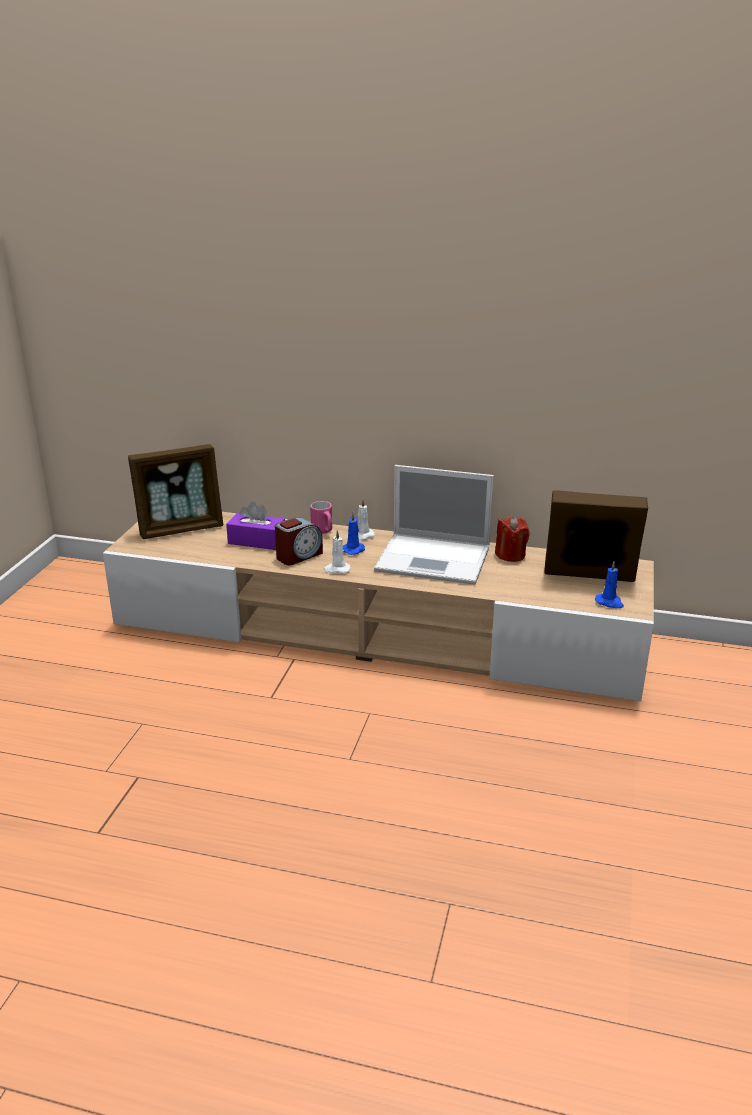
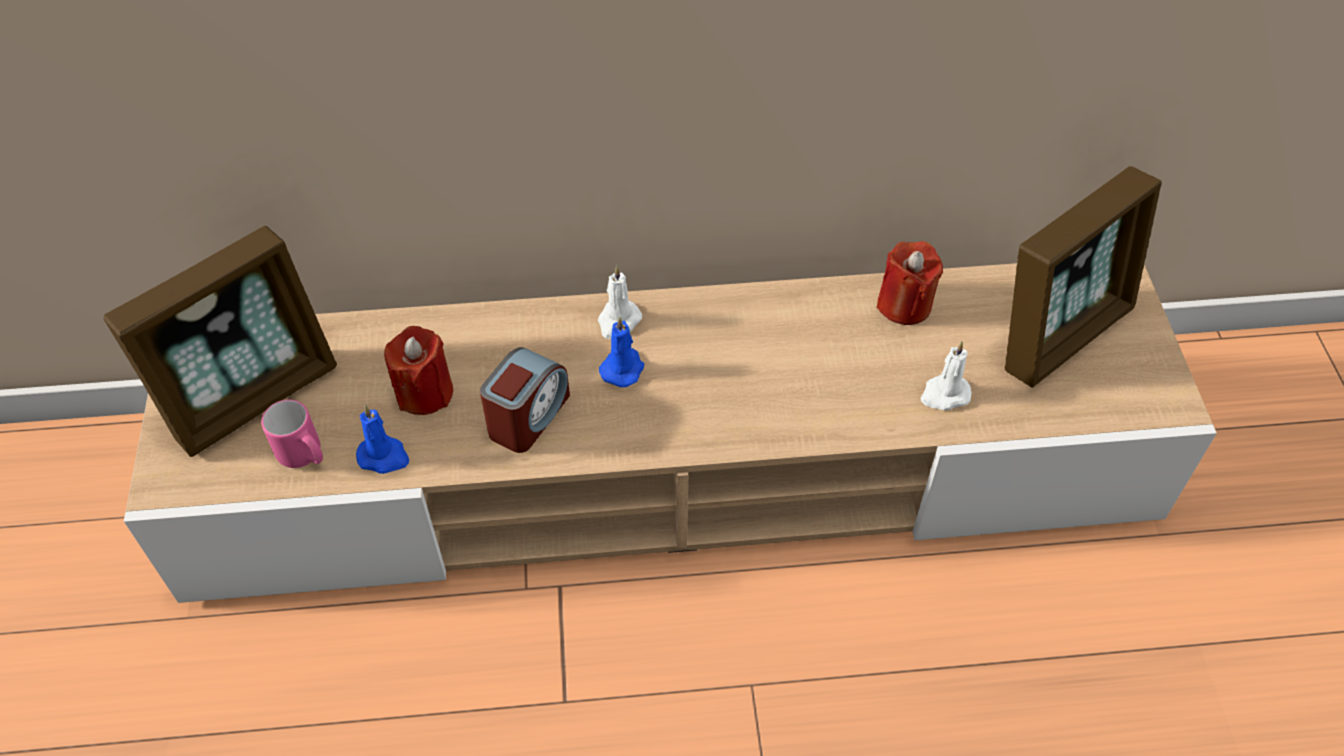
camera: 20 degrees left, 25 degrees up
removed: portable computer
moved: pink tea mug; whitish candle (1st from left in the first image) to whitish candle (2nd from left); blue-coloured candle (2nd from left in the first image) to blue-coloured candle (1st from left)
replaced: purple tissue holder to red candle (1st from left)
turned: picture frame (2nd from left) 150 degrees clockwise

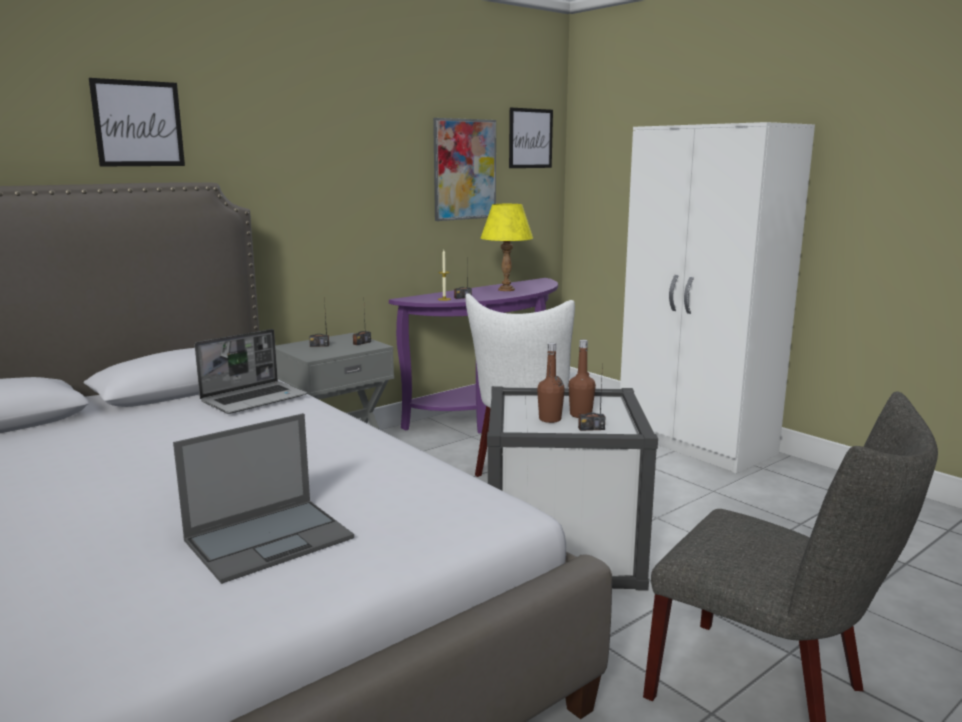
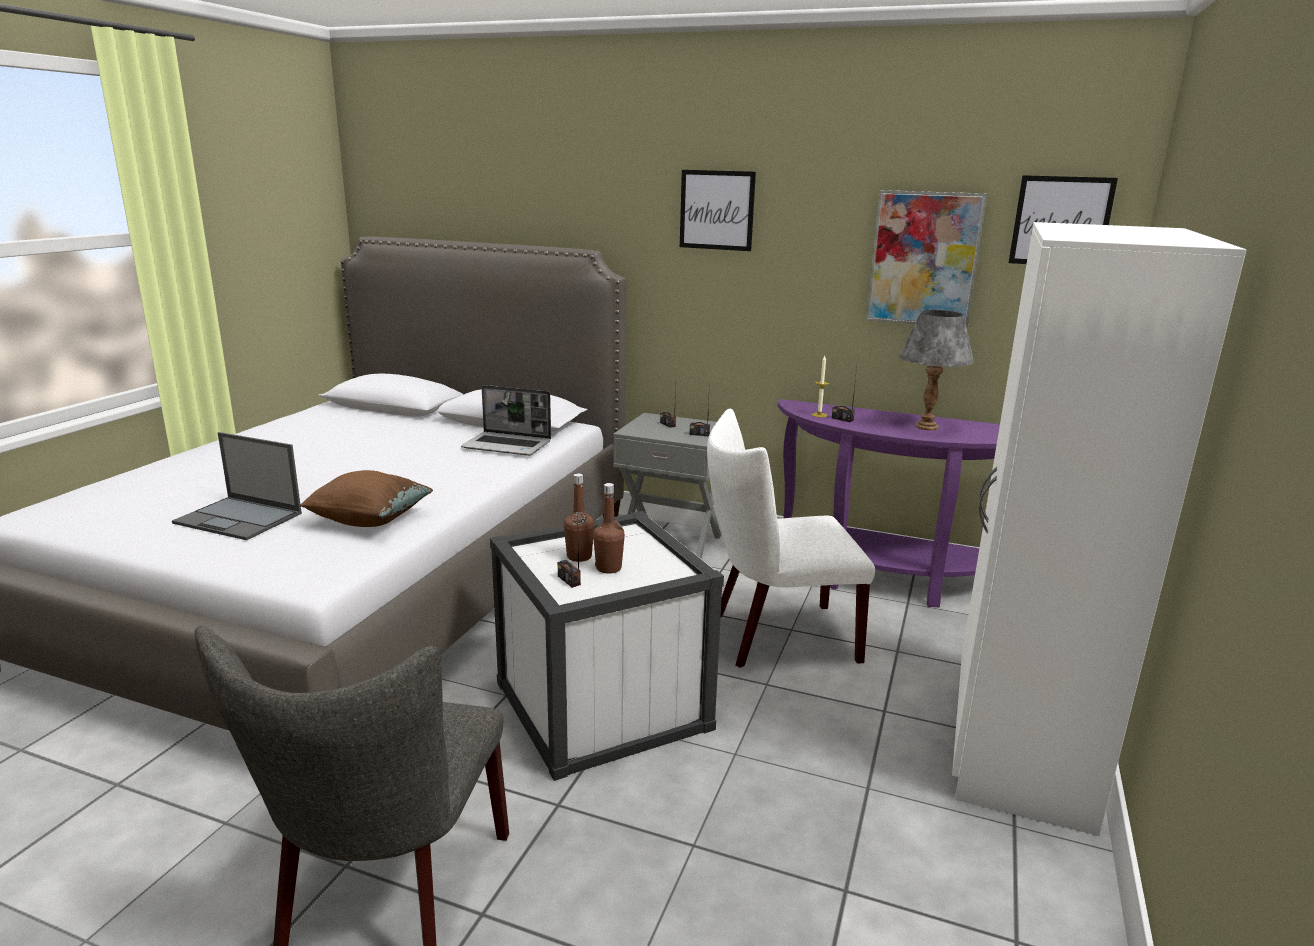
camera: 60 degrees right, 5 degrees up
added: brown cushion
moved: wall art (1st from left)
recoloured: yellow-coloured tabletop lamp to greyish tabletop lamp

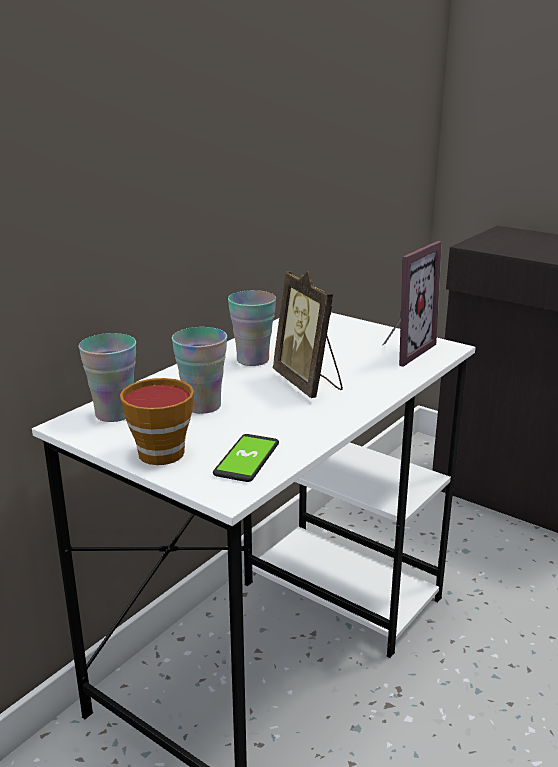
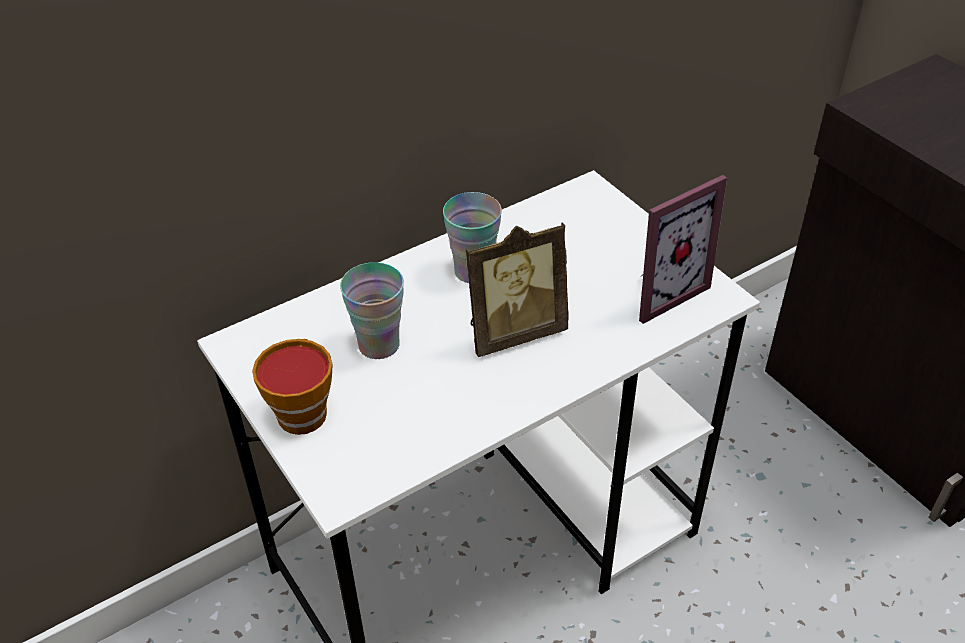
camera: 20 degrees right, 20 degrees up
removed: cup (1st from left); handset
turned: picture frame (1st from left) 105 degrees counterclockwise

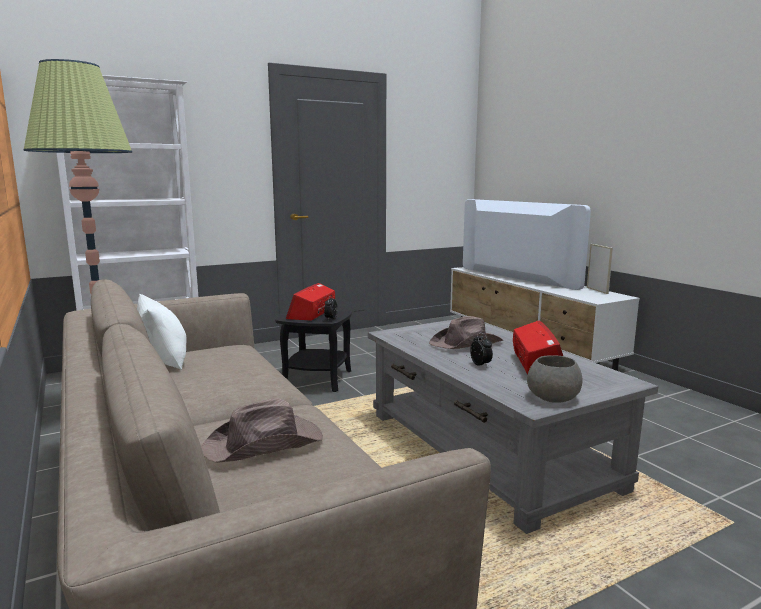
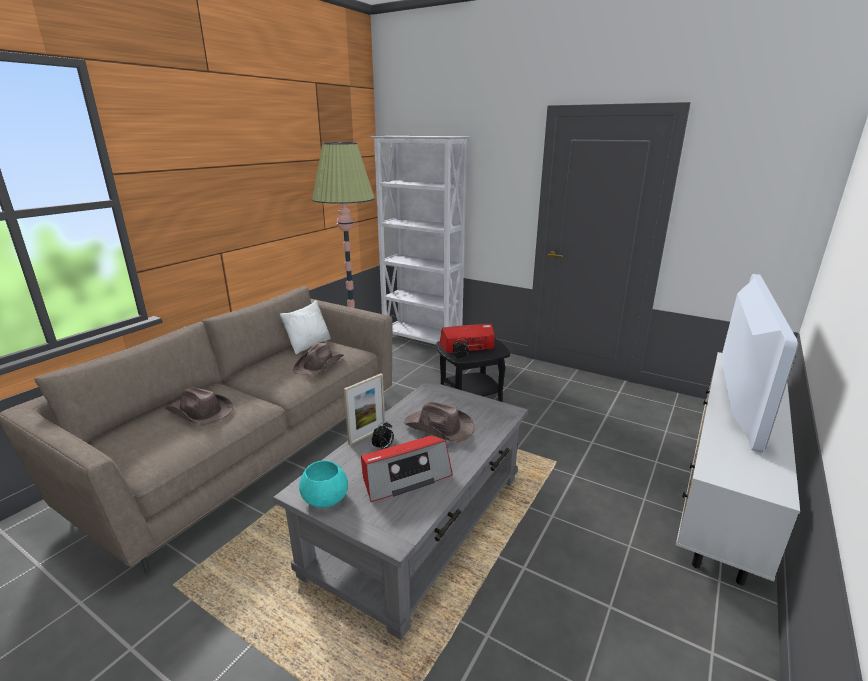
camera: 60 degrees right, 10 degrees up
added: brown wearable hat (2nd from left)
moved: picture frame
recoloured: greyish bowl to blue-green bowl

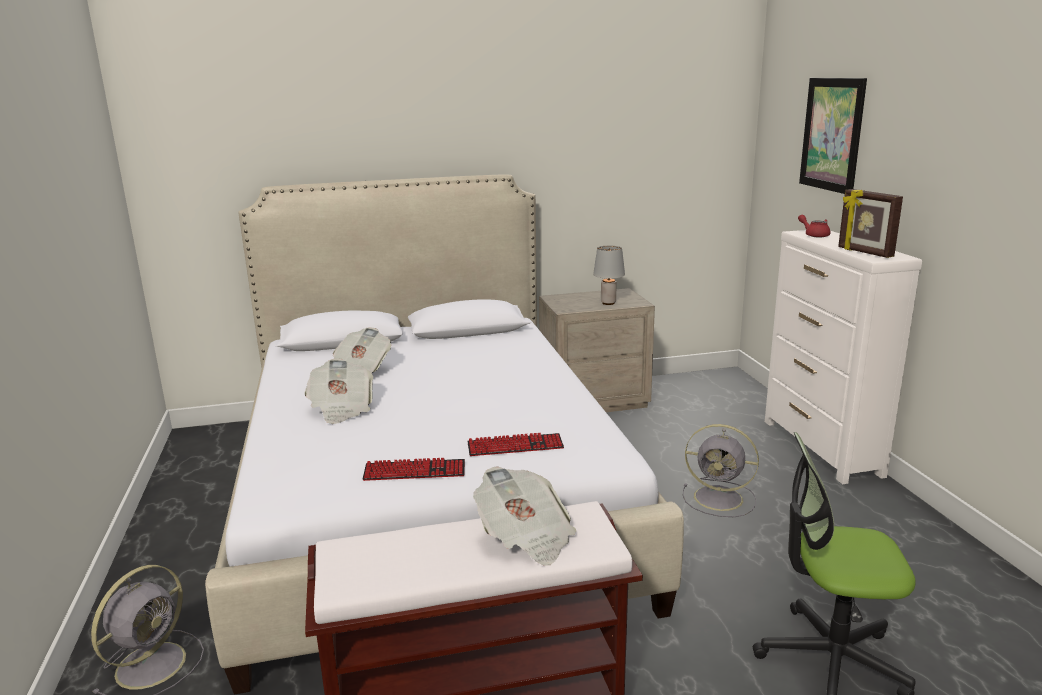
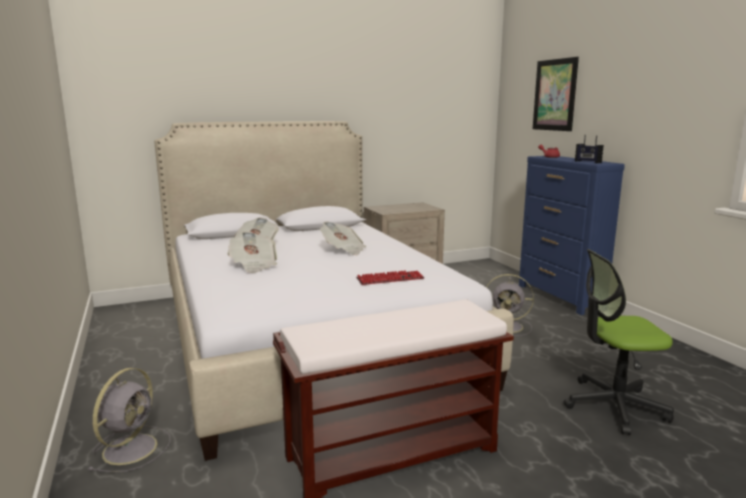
camera: 10 degrees left, 5 degrees down
removed: keyboard (1st from left); greyish tabletop lamp
moved: daily paper (3rd from left)
replaced: picture frame to radio
recoloured: whitish dresser to blue-coloured dresser

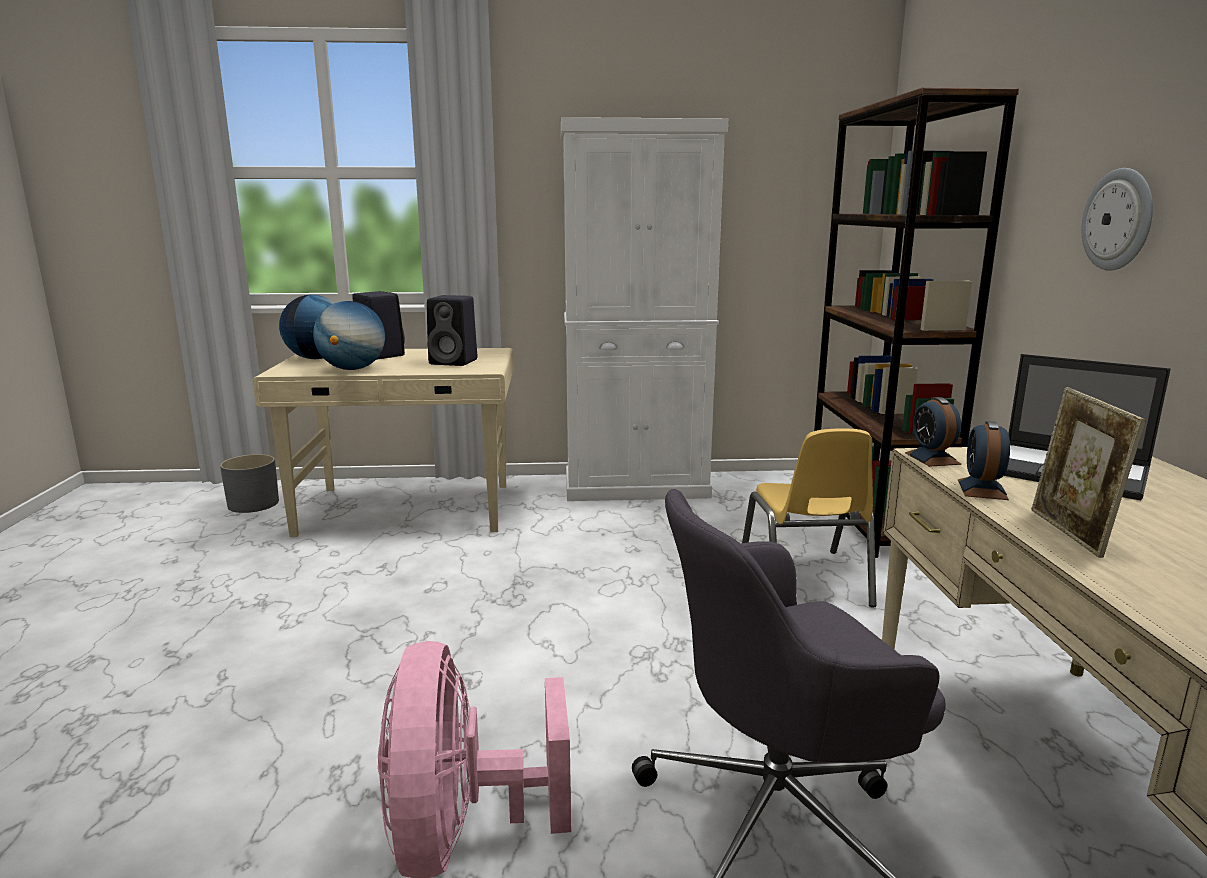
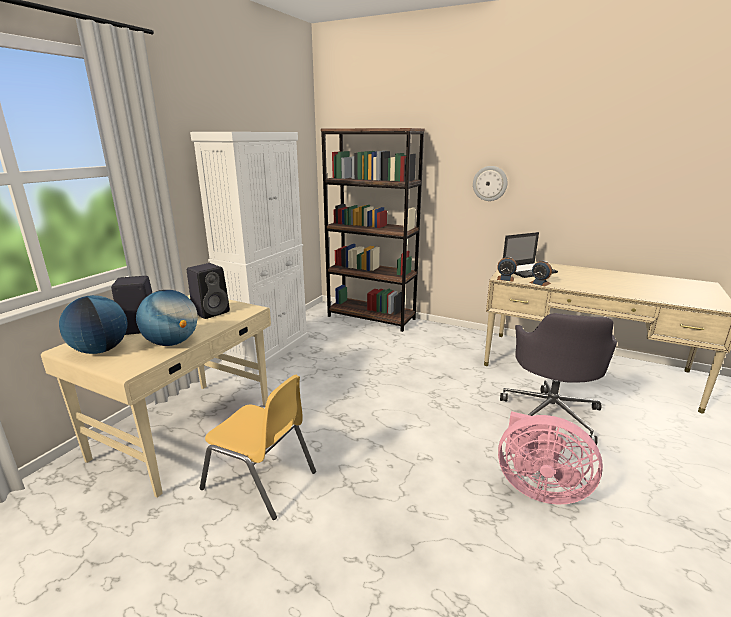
camera: 60 degrees left, 5 degrees up
removed: greyish flower pot; picture frame
moved: yellow-coloured plain chair

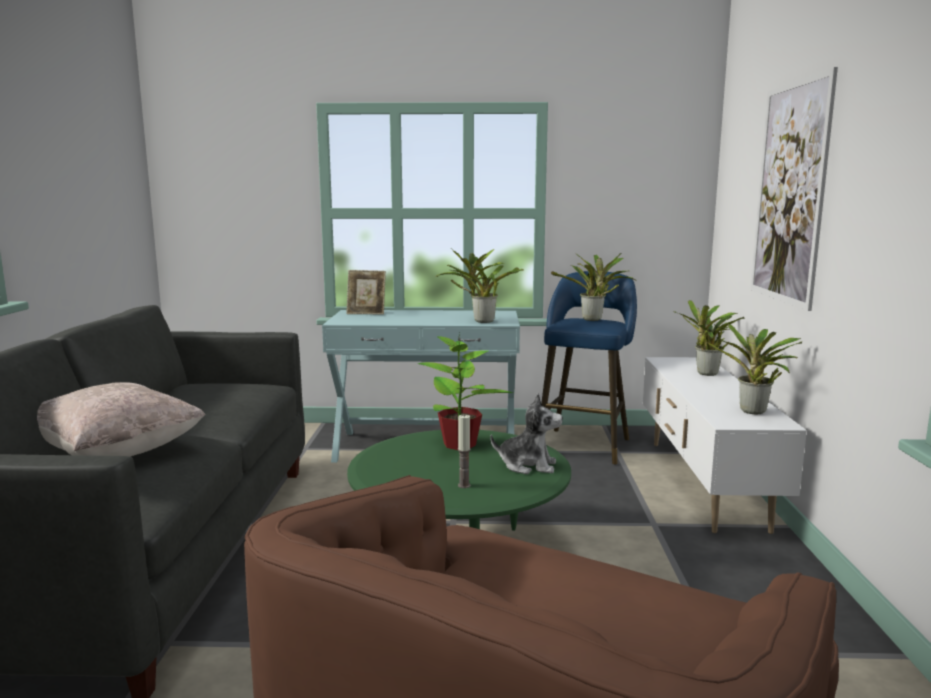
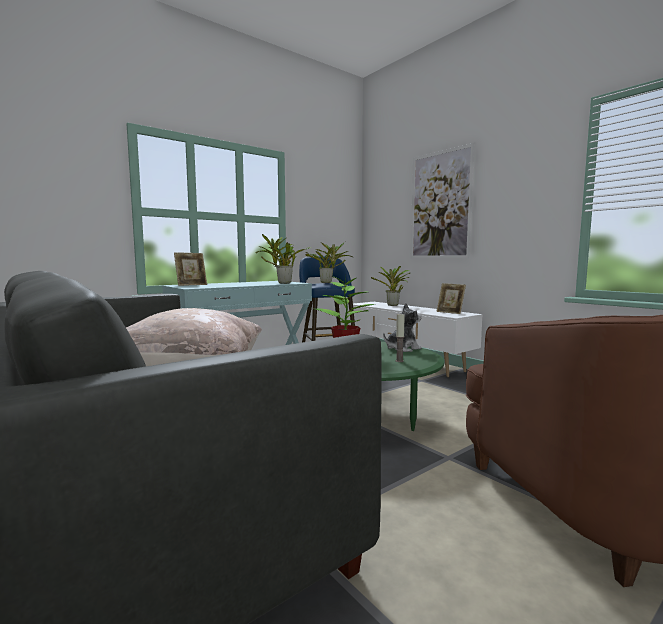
camera: 40 degrees left, 5 degrees down
replaced: plant in a pot (5th from left) to picture frame (2nd from left)

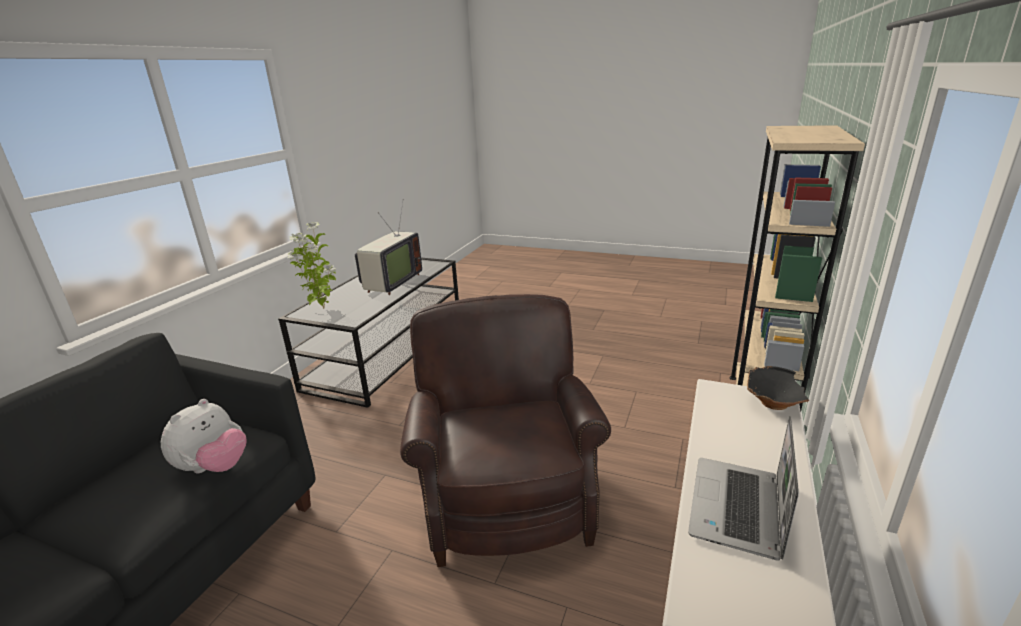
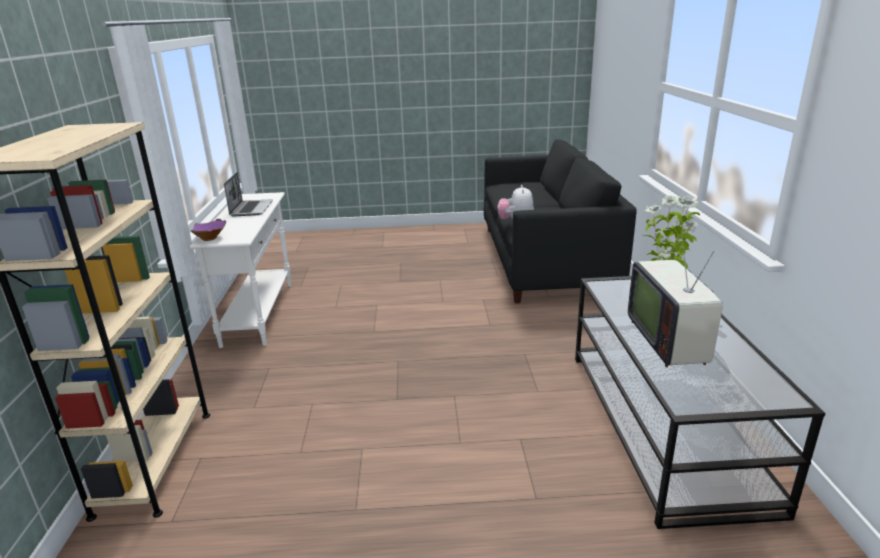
camera: 155 degrees right, 0 degrees up
removed: brown lounge chair
recoloured: black bowl to purple bowl

